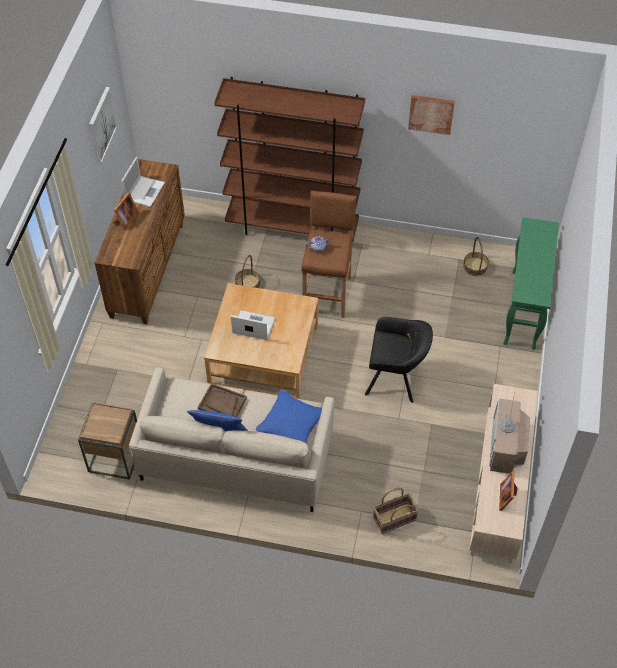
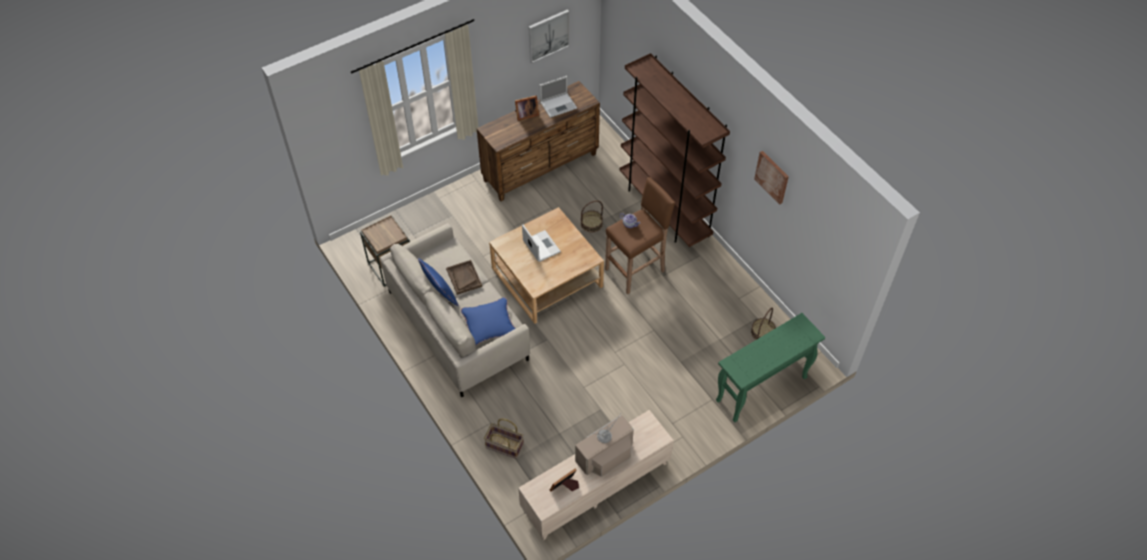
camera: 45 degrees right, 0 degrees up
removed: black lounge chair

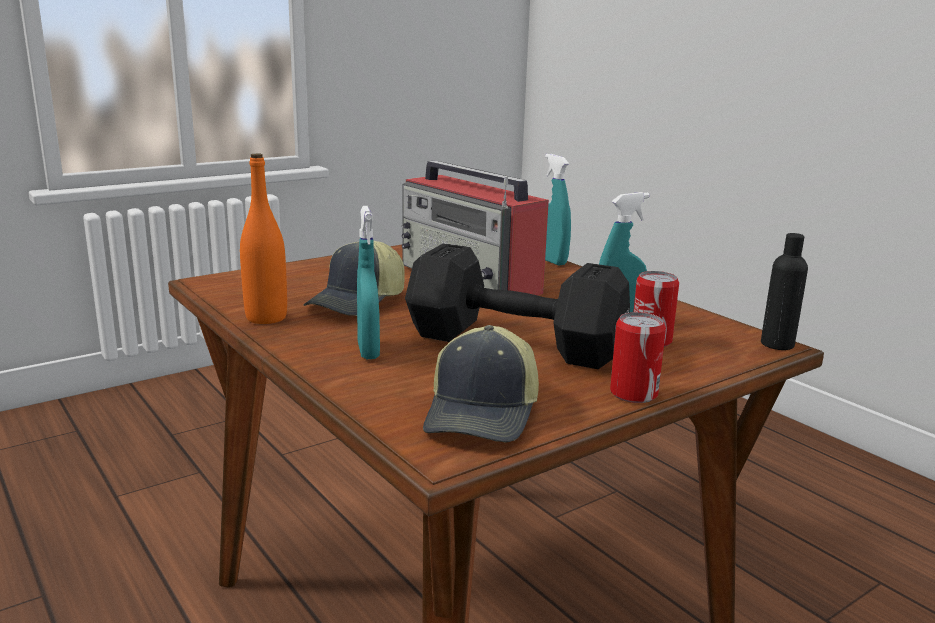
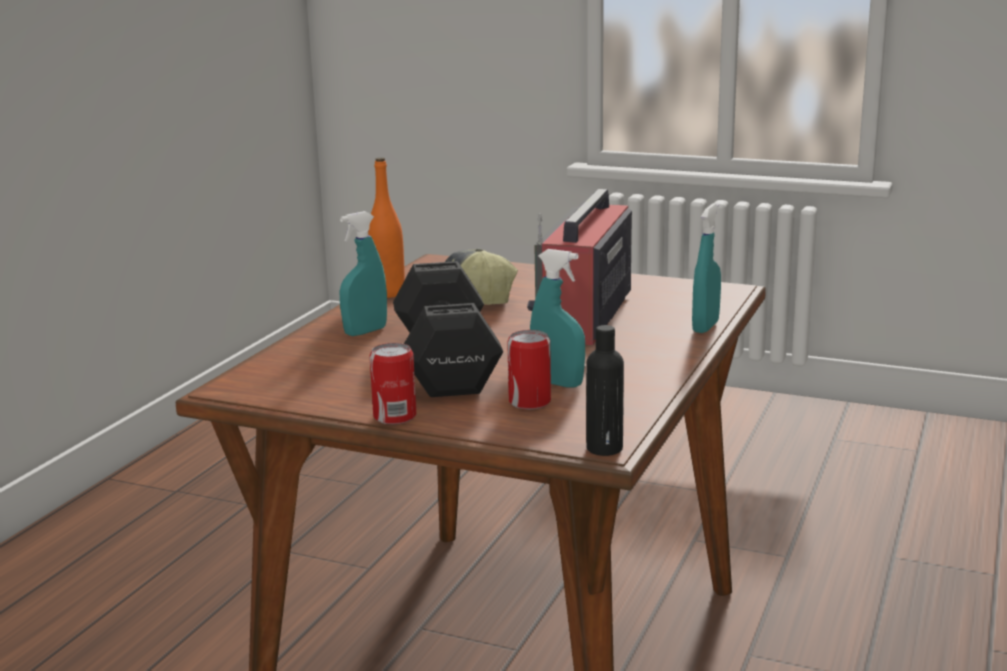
camera: 60 degrees right, 0 degrees up
removed: cap (2nd from left)

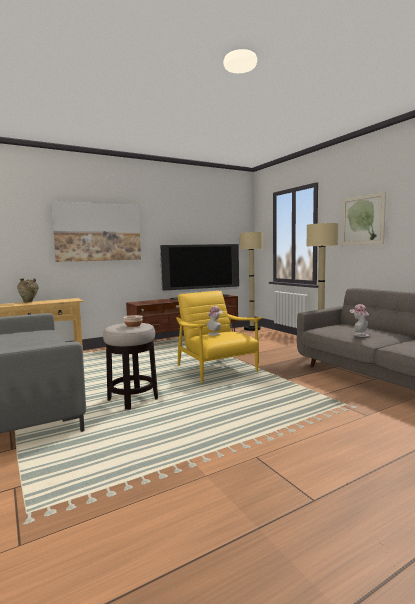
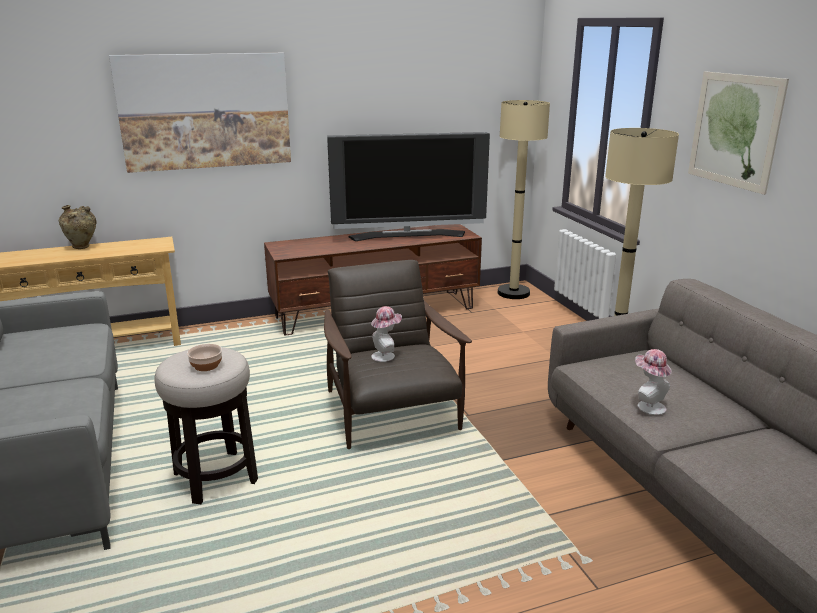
camera: 10 degrees right, 15 degrees up
recoloured: yellow-coloured lounge chair to brown lounge chair

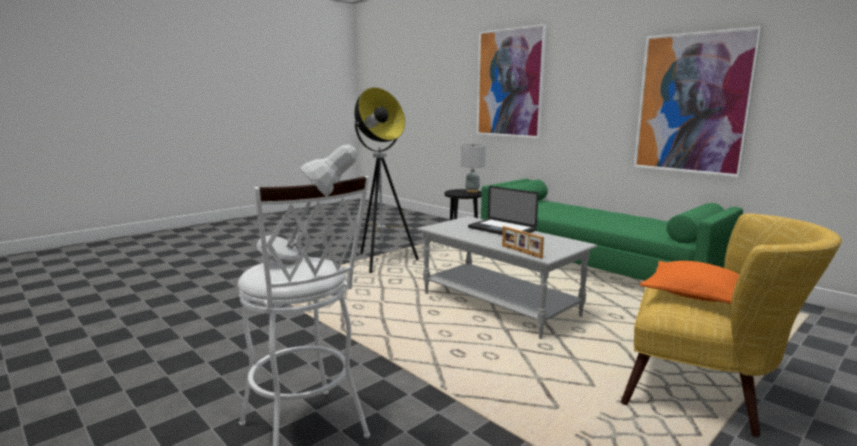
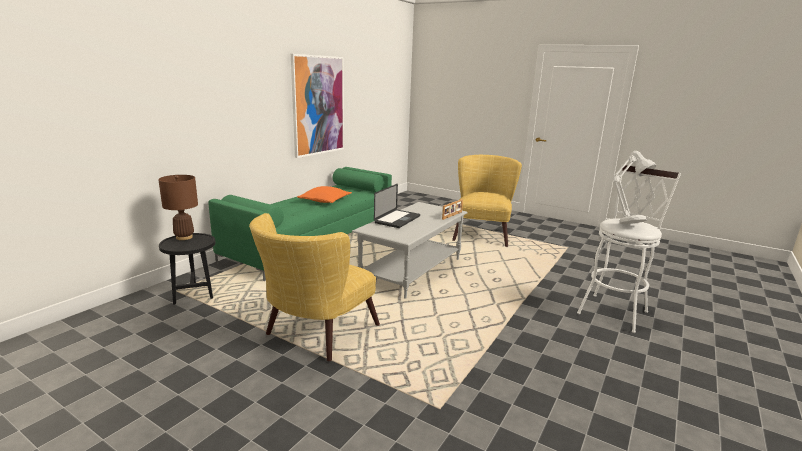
camera: 105 degrees left, 5 degrees up
removed: wall art (1st from left)
moved: orange cushion
replaced: floor lamp to yellow-coloured lounge chair (1st from left)
recoloured: greyish tabletop lamp (2nd from left) to brown tabletop lamp

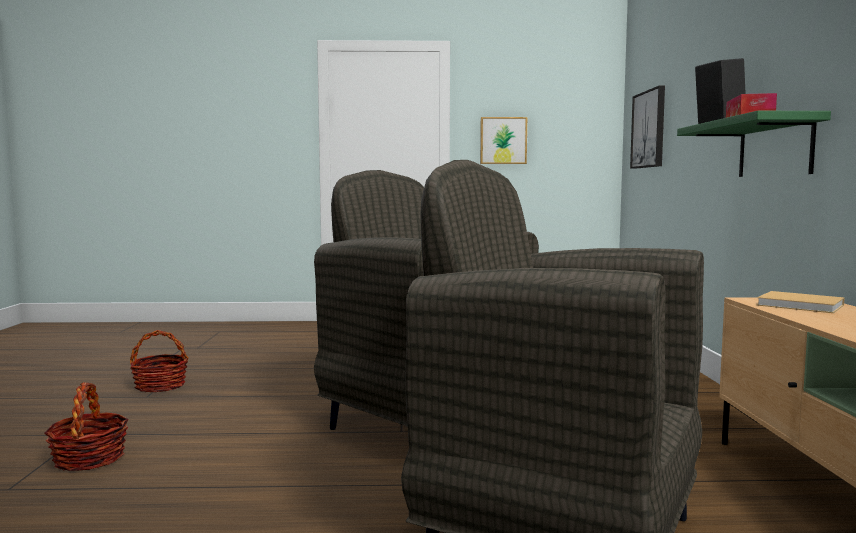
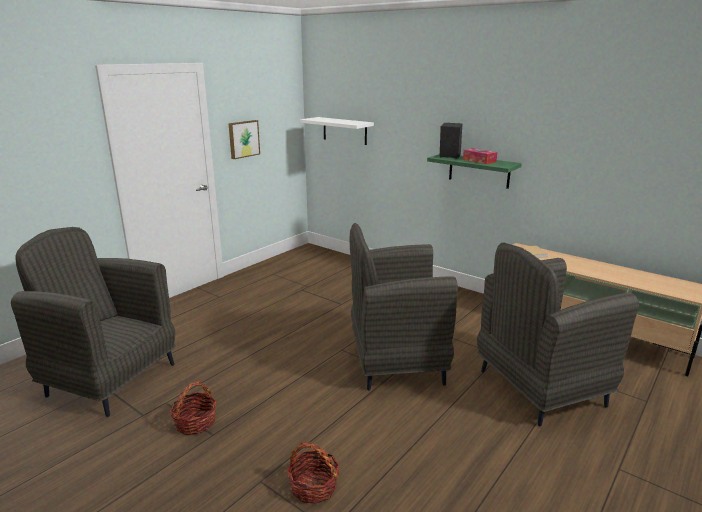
camera: 50 degrees left, 15 degrees up
added: greyish lounge chair (1st from left)
replaced: wall art (2nd from left) to whitish wall shelf

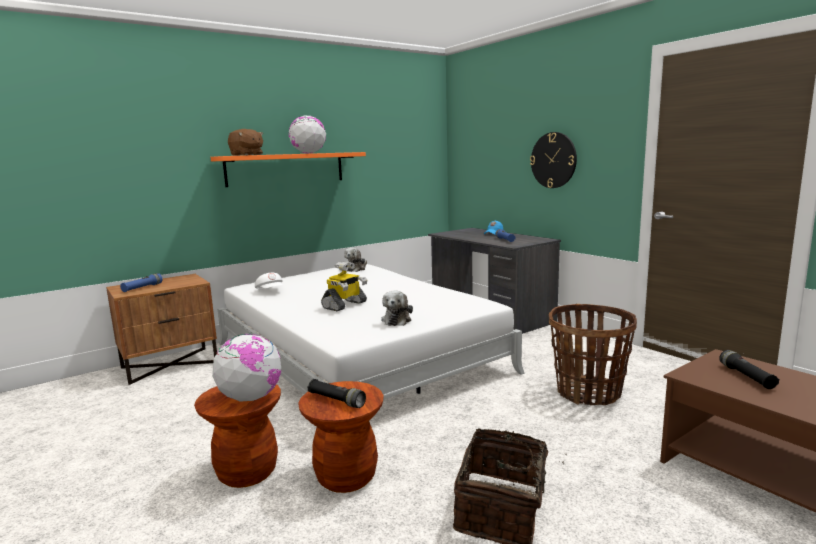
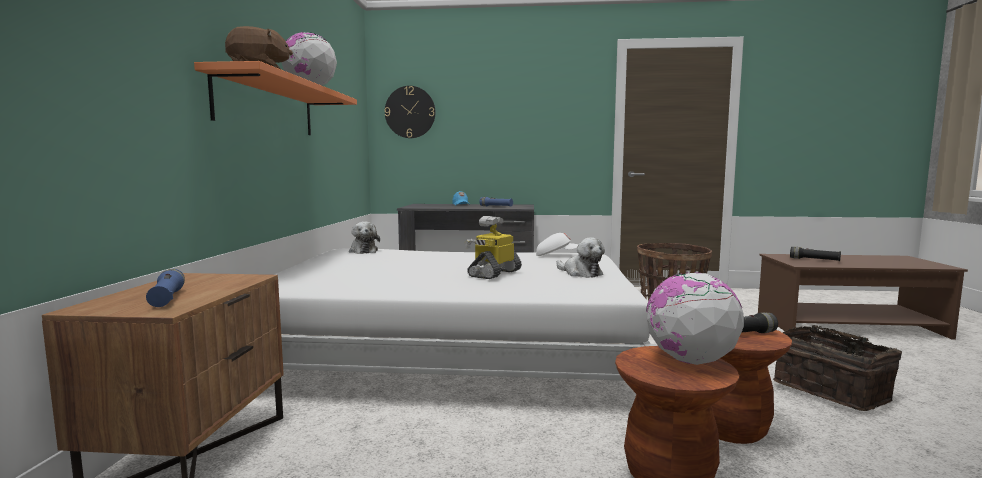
camera: 50 degrees left, 5 degrees down
moved: whitish cap; clock on the wall
turned: model robot 135 degrees counterclockwise

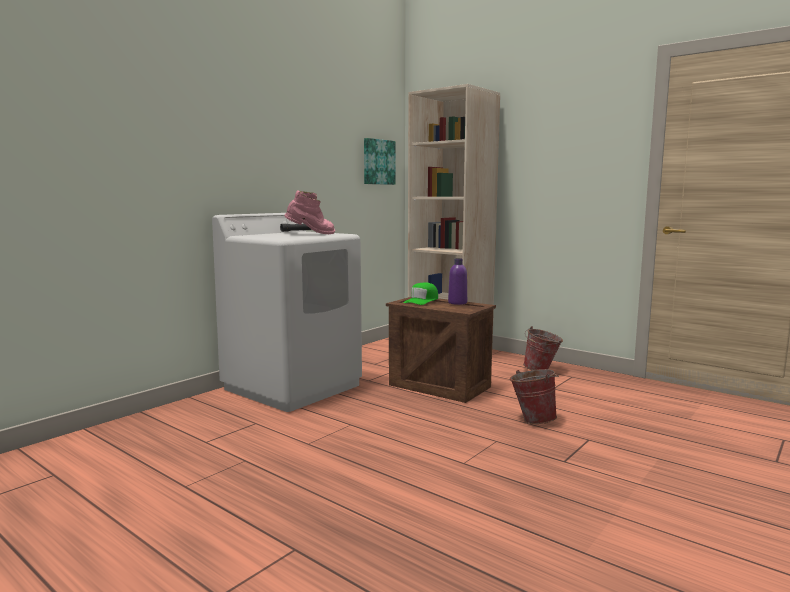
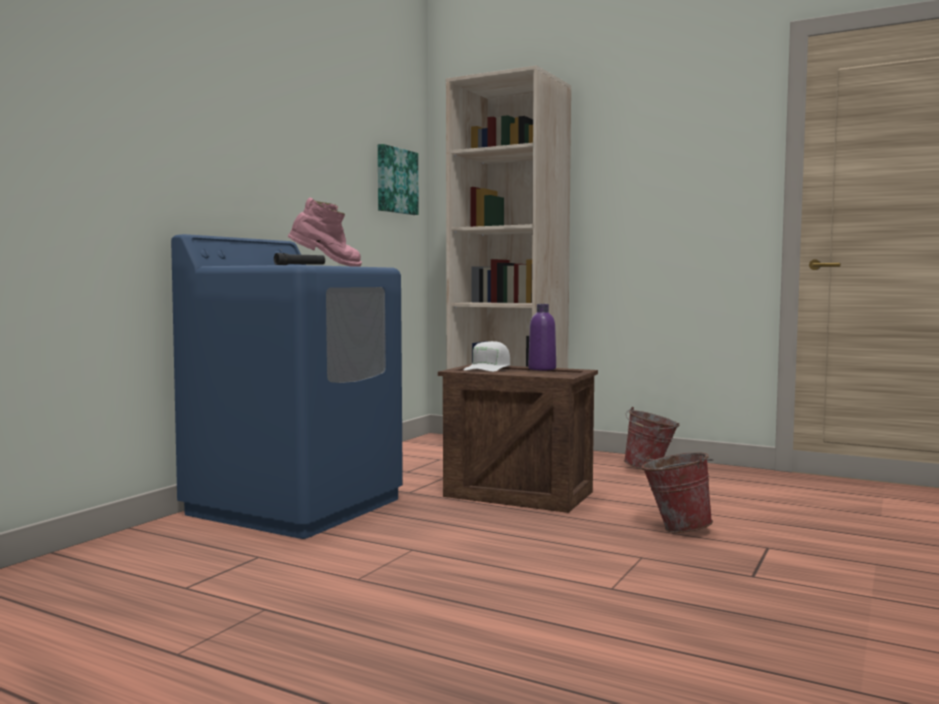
camera: 10 degrees left, 5 degrees down
recoloured: whitish laundry appliance to blue-coloured laundry appliance; green cap to whitish cap

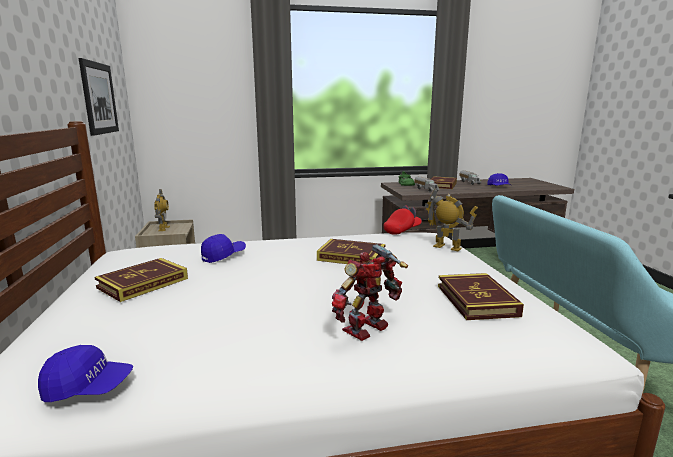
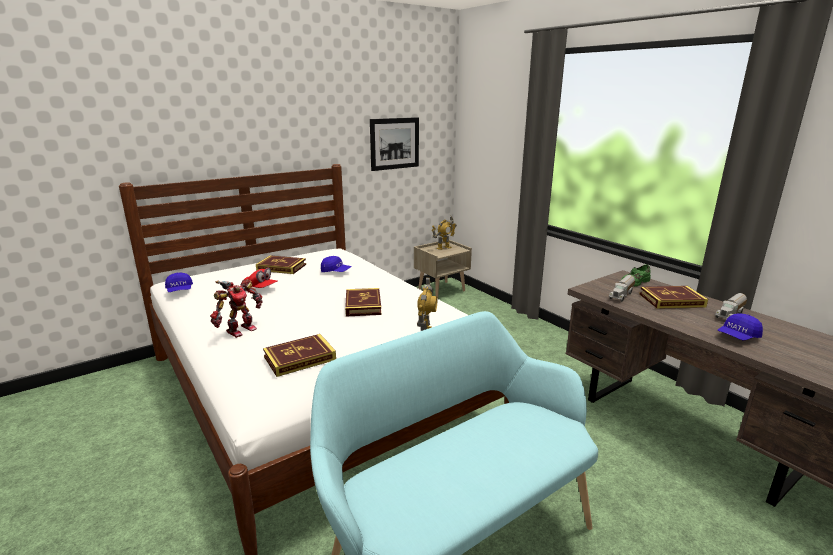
camera: 65 degrees right, 5 degrees up
moved: red cap
turned: model robot (2nd from left in the first image) 105 degrees clockwise

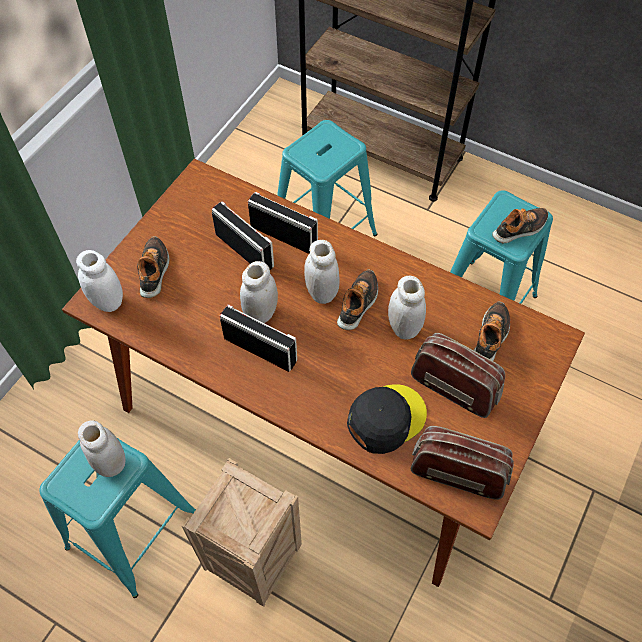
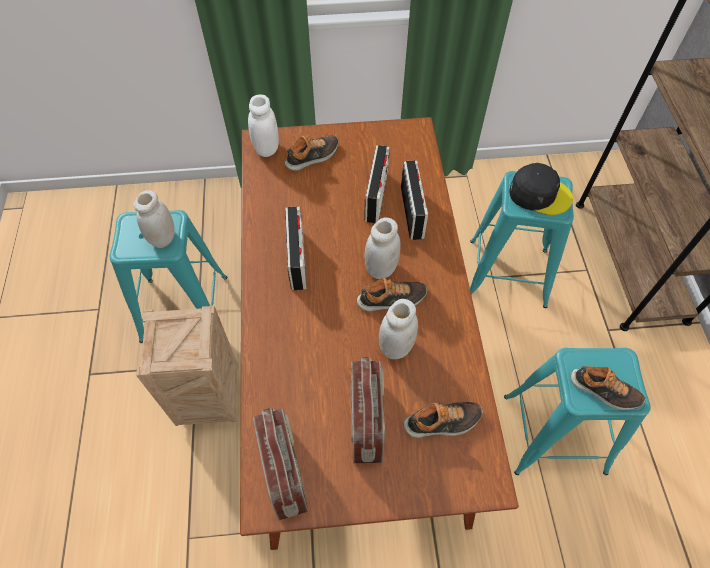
camera: 55 degrees right, 0 degrees up
removed: whitish jar (3rd from left)
moved: black cap

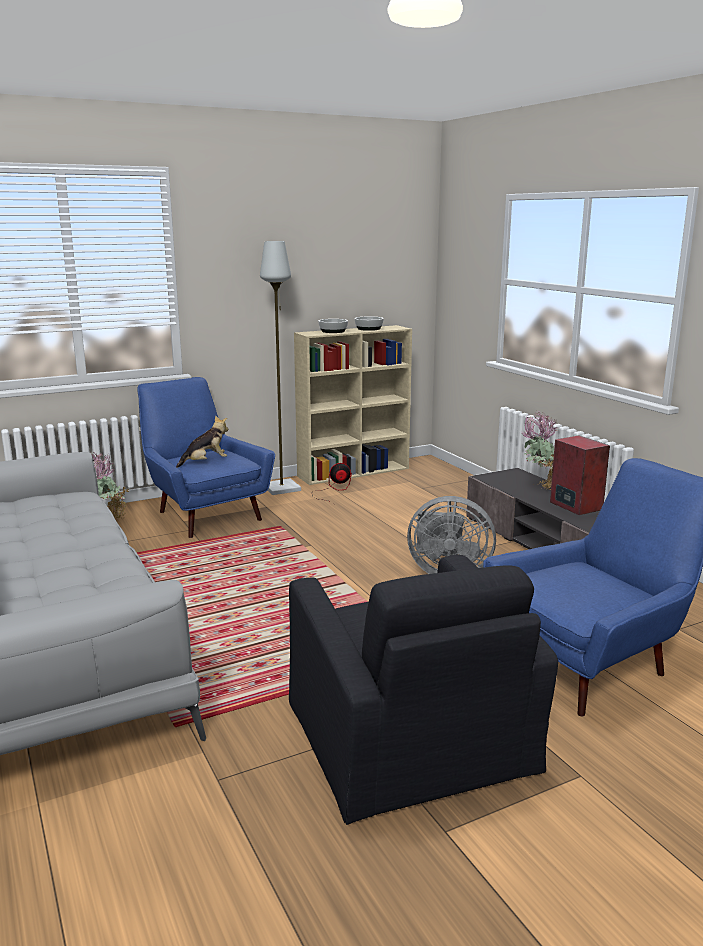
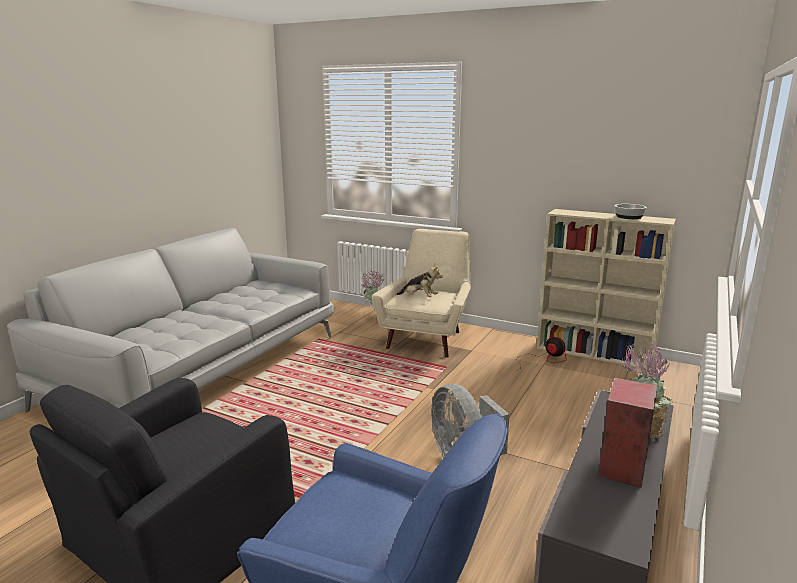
camera: 55 degrees right, 0 degrees up
removed: greyish floor lamp; bowl (1st from left)
recoloured: blue-coloured lounge chair (1st from left) to beige-coloured lounge chair

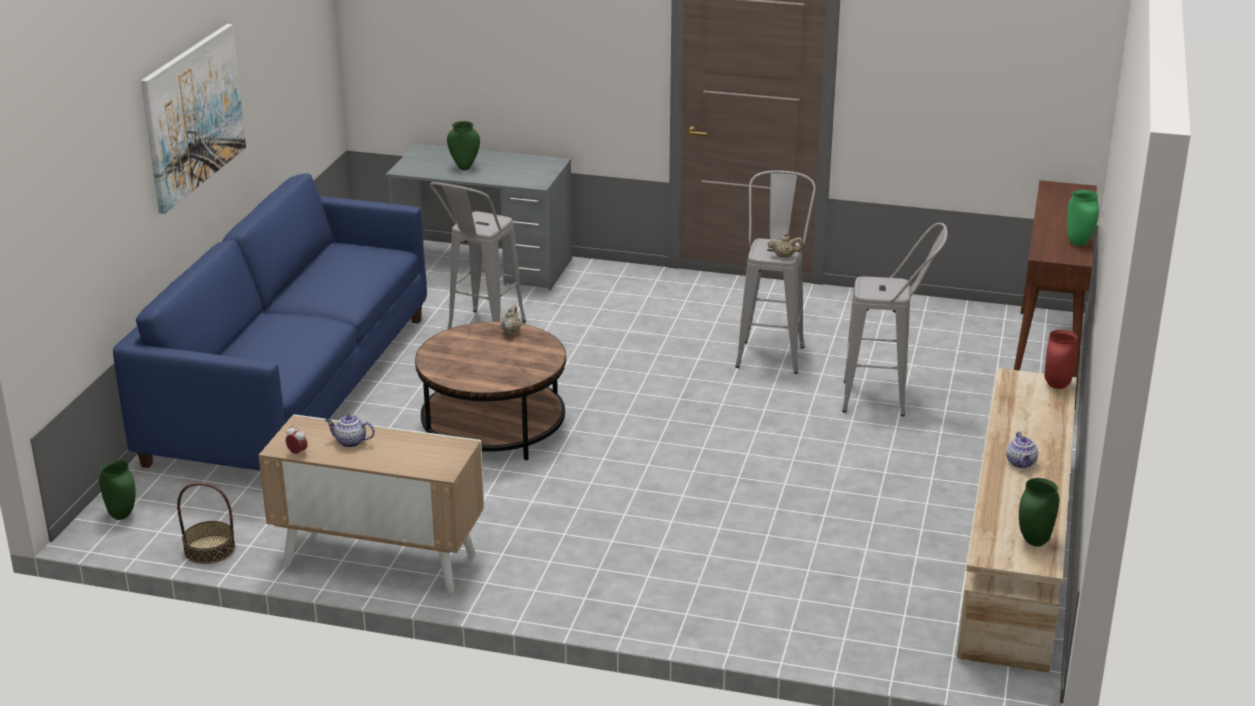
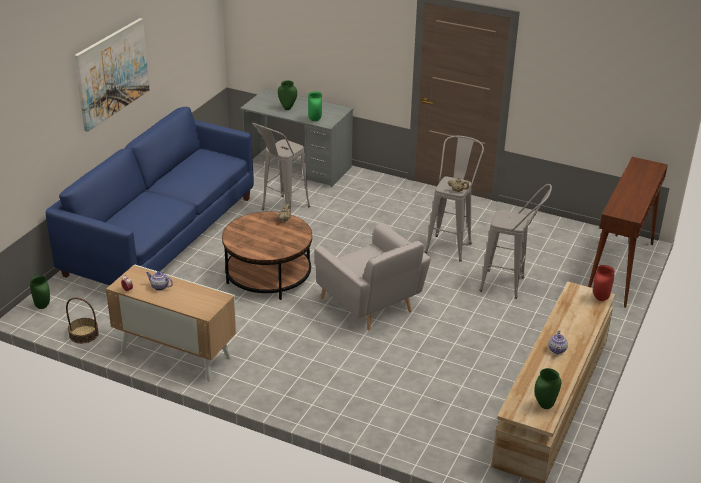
camera: 10 degrees right, 5 degrees up
added: greyish lounge chair
moved: green decorative vase (4th from left in the first image) to green decorative vase (3rd from left)

